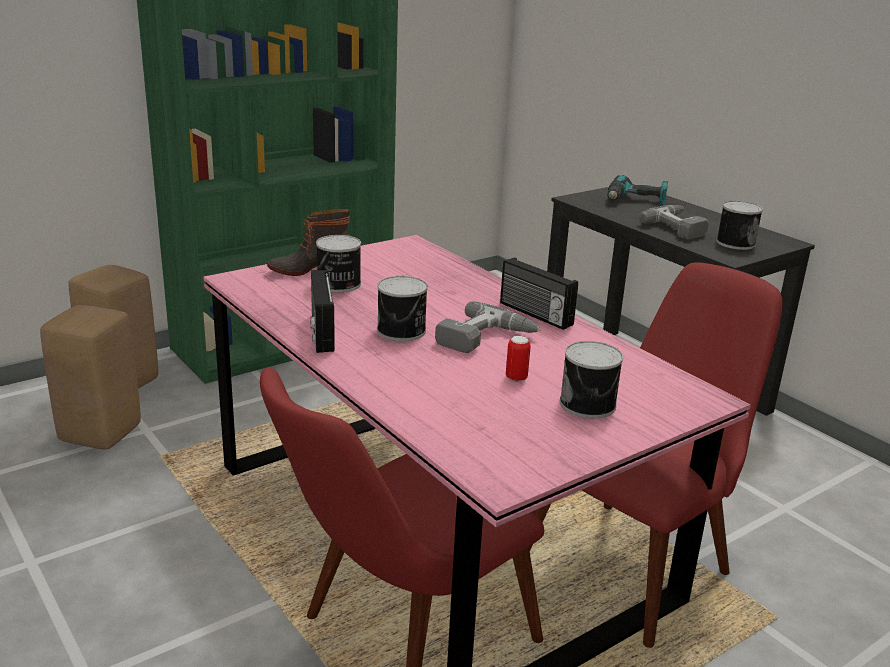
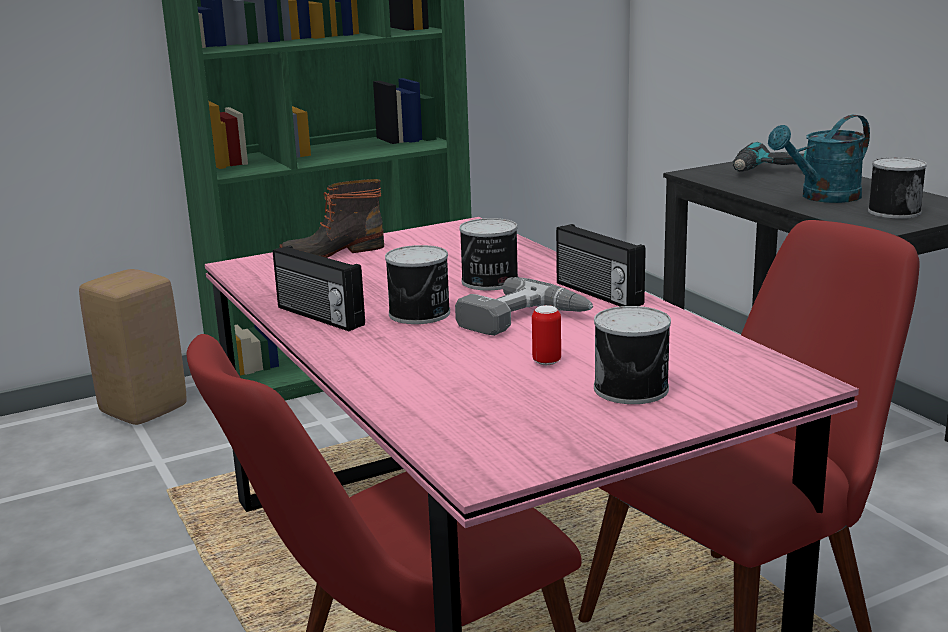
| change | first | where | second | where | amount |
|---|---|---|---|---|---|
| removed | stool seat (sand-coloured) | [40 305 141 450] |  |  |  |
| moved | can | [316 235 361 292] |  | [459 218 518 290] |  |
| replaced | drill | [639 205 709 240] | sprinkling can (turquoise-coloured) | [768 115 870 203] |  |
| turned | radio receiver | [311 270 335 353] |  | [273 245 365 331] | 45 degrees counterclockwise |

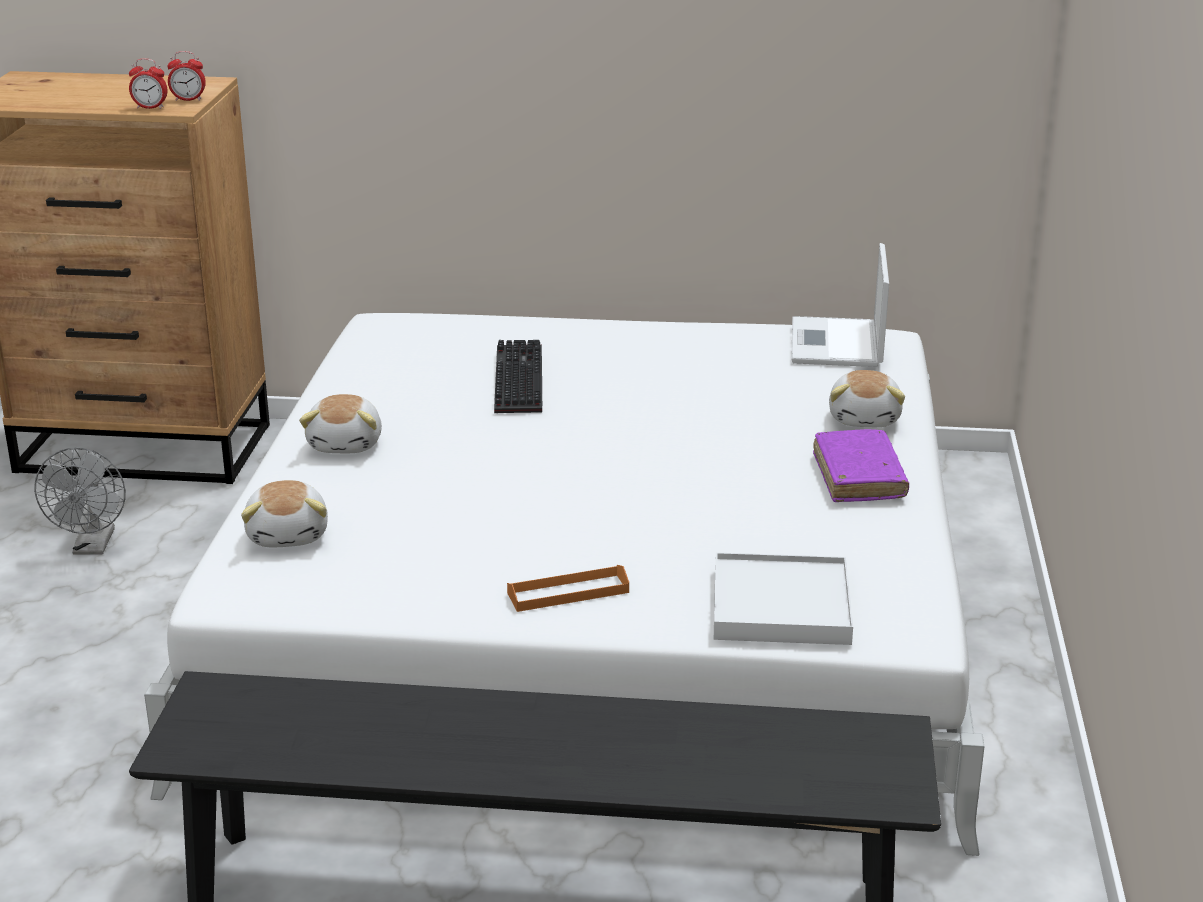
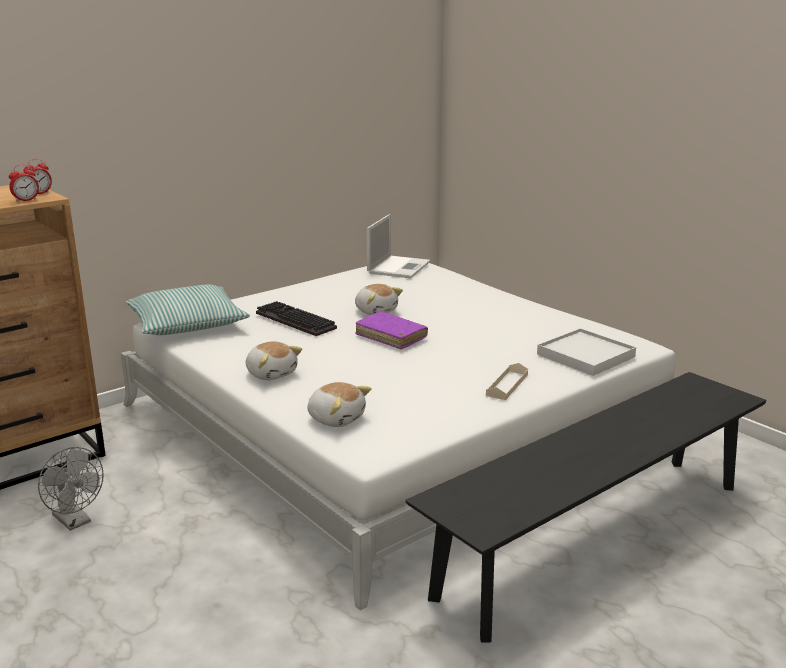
| change | first | where | second | where | amount |
|---|---|---|---|---|---|
| added |  |  | pillow | [126 285 250 335] |  |
| moved | book (purplish) | [813 429 909 502] |  | [355 312 428 349] |  |
| moved | plush toy | [829 370 905 427] |  | [355 284 403 315] |  |
| recoloured | carrying tray (orange-coloured) | [507 565 629 612] | carrying tray (sand-coloured) | [486 363 528 400] |  |
| turned | portable computer | [791 243 889 367] |  | [366 214 430 278] | 120 degrees counterclockwise |

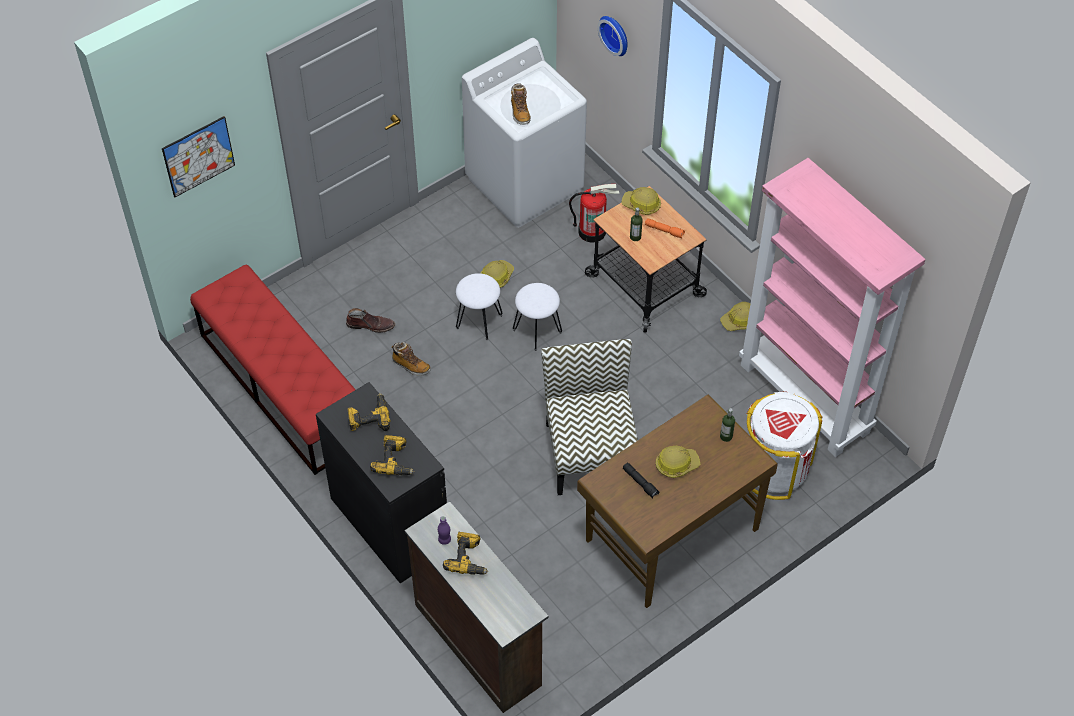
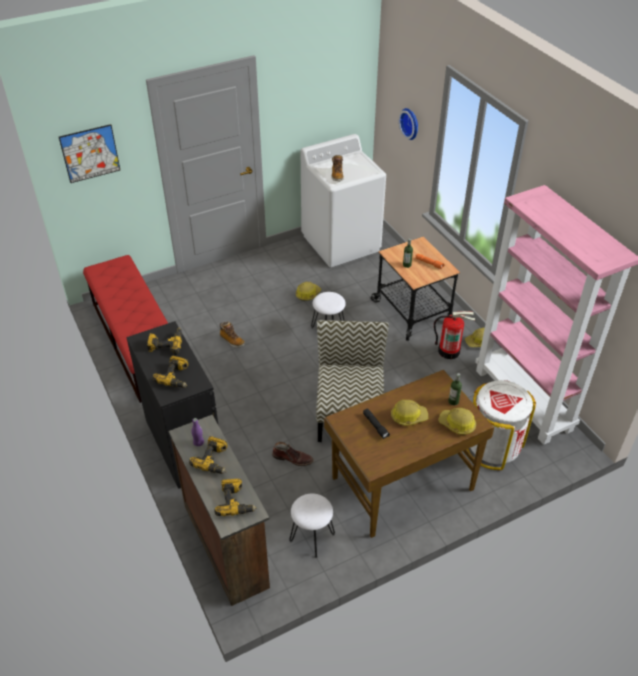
| change | first | where | second | where | amount |
|---|---|---|---|---|---|
| added |  |  | drill | [214 479 257 516] |  |
| moved | high-top boot (brownish) | [346 308 395 333] |  | [272 442 314 466] |  |
| moved | stool seat (white) | [456 273 503 340] |  | [289 494 335 558] |  |
| moved | extinguisher | [569 184 619 243] |  | [434 311 475 359] |  |
| moved | hard hat | [622 187 661 215] |  | [438 408 476 435] |  |

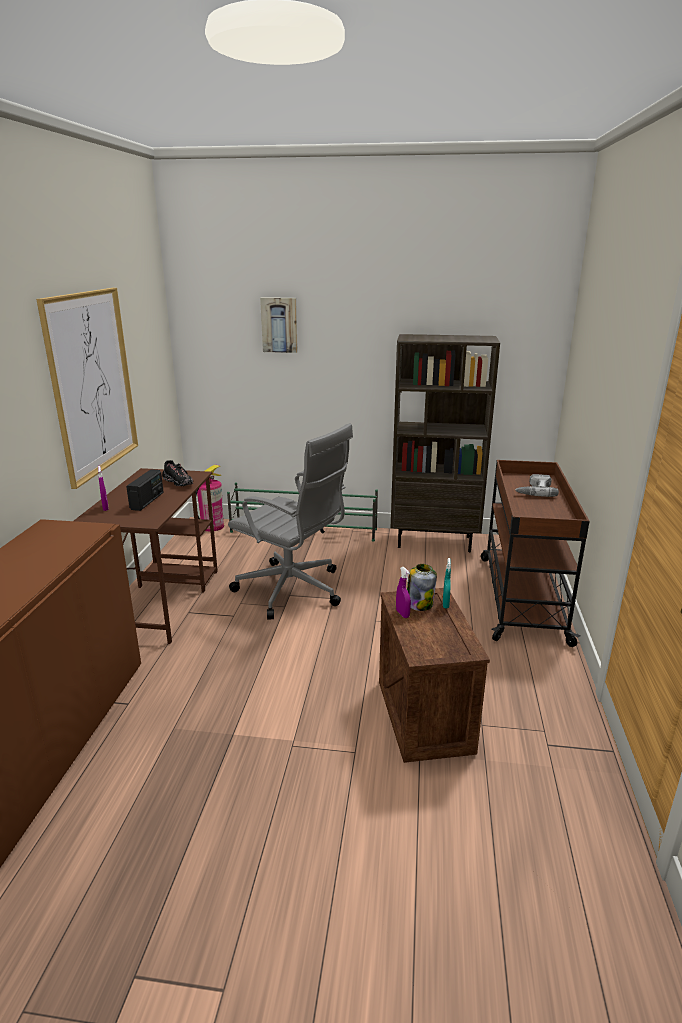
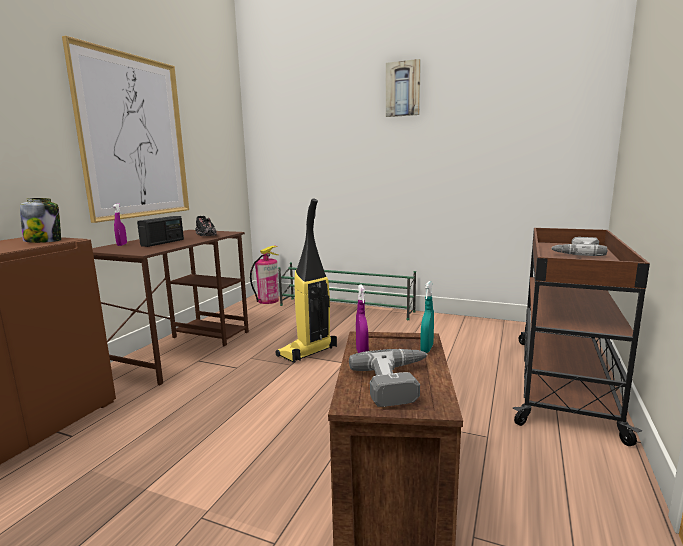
| change | first | where | second | where | amount |
|---|---|---|---|---|---|
| removed | bookshelf (brownish) | [391 334 500 552] |  |  |  |
| added |  |  | drill | [349 349 428 407] |  |
| moved | picture | [260 297 298 353] |  | [386 59 421 117] |  |
| moved | preserve jar | [407 564 437 611] |  | [20 198 61 243] |  |
| replaced | computer chair (gray) | [228 423 353 619] | vacuum cleaner | [275 199 337 363] |  |

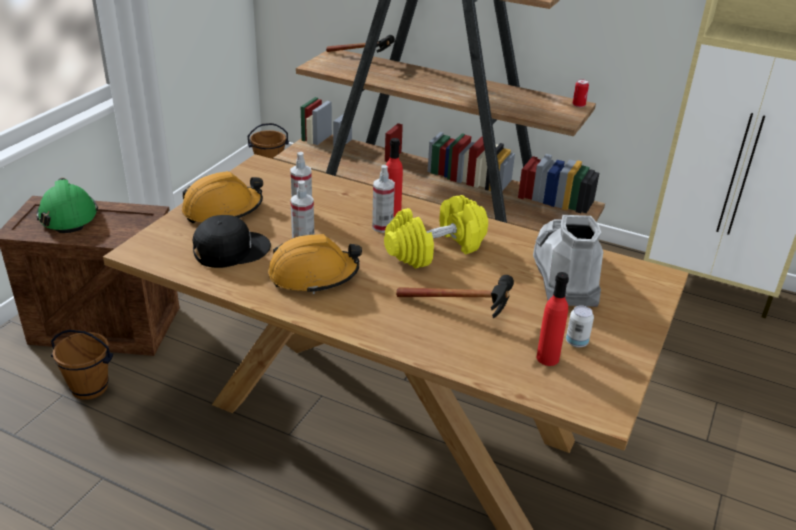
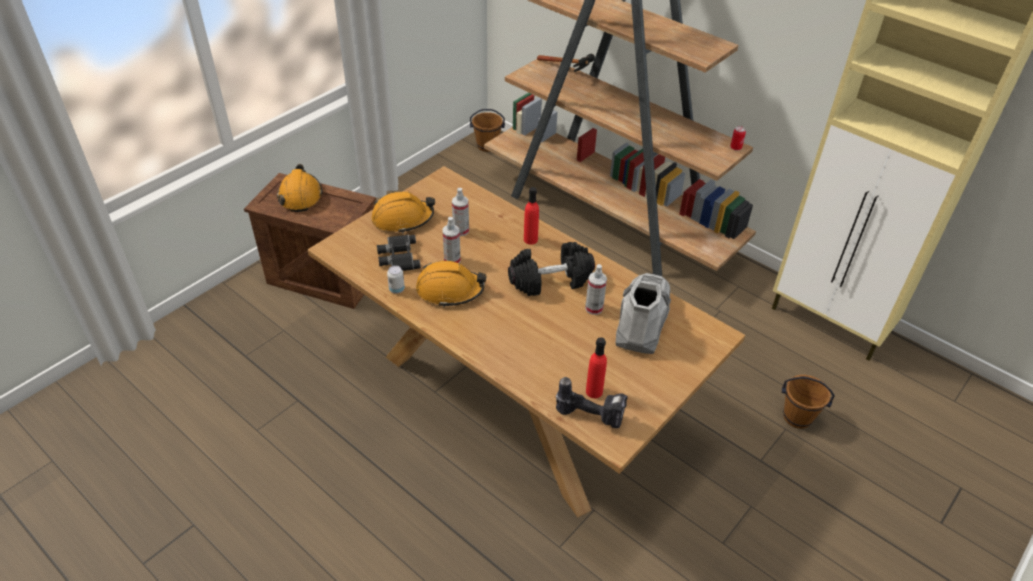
| change | first | where | second | where | amount |
|---|---|---|---|---|---|
| removed | tool hammer | [396 275 514 318] |  |  |  |
| added |  |  | drill | [556 377 628 428] |  |
| moved | pail (brownish) | [51 329 113 400] |  | [782 375 835 429] |  |
| moved | spray bottle | [372 165 395 233] |  | [585 264 607 315] |  |
| moved | can | [566 305 594 348] |  | [387 265 405 294] |  |
| replaced | peaked cap (blackish) | [192 215 271 268] | binoculars (blackish) | [377 235 421 271] |  |
| recoloured | hard hat (green-coloured) | [36 178 98 233] | hard hat (orange-coloured) | [277 164 323 212] |  |
| recoloured | dumbbell (yellow-coloured) | [384 195 488 269] | dumbbell (blackish) | [508 242 595 296] |  |

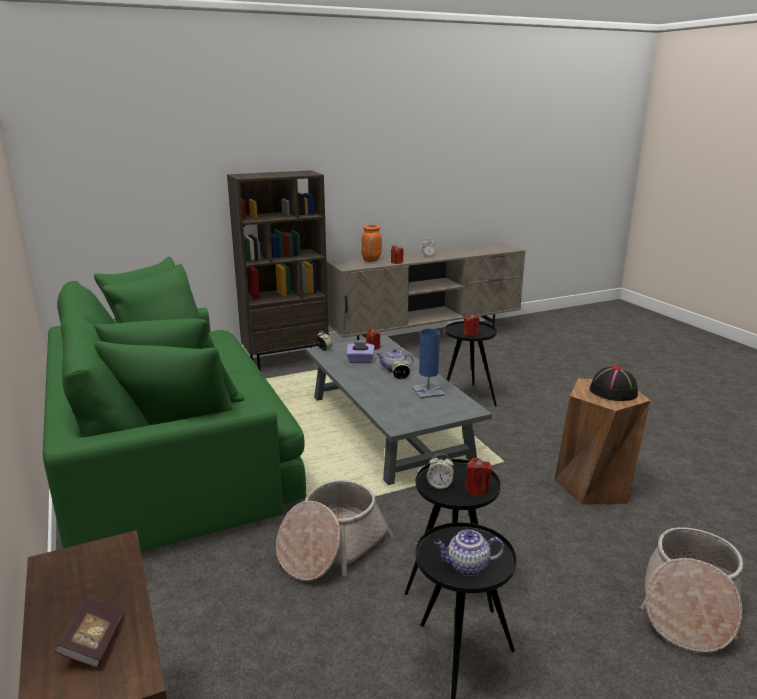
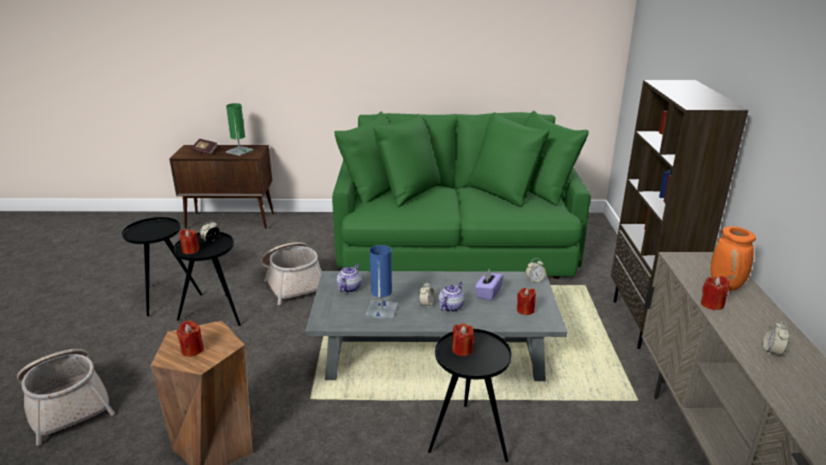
| change | first | where | second | where | amount |
|---|---|---|---|---|---|
| added |  |  | tabletop lamp (green-coloured) | [226 103 253 156] |  |
| moved | teapot | [434 530 504 576] |  | [337 264 362 292] |  |
| replaced | clothing hat (blackish) | [590 365 638 401] | wax light (red) | [176 320 204 357] |  |

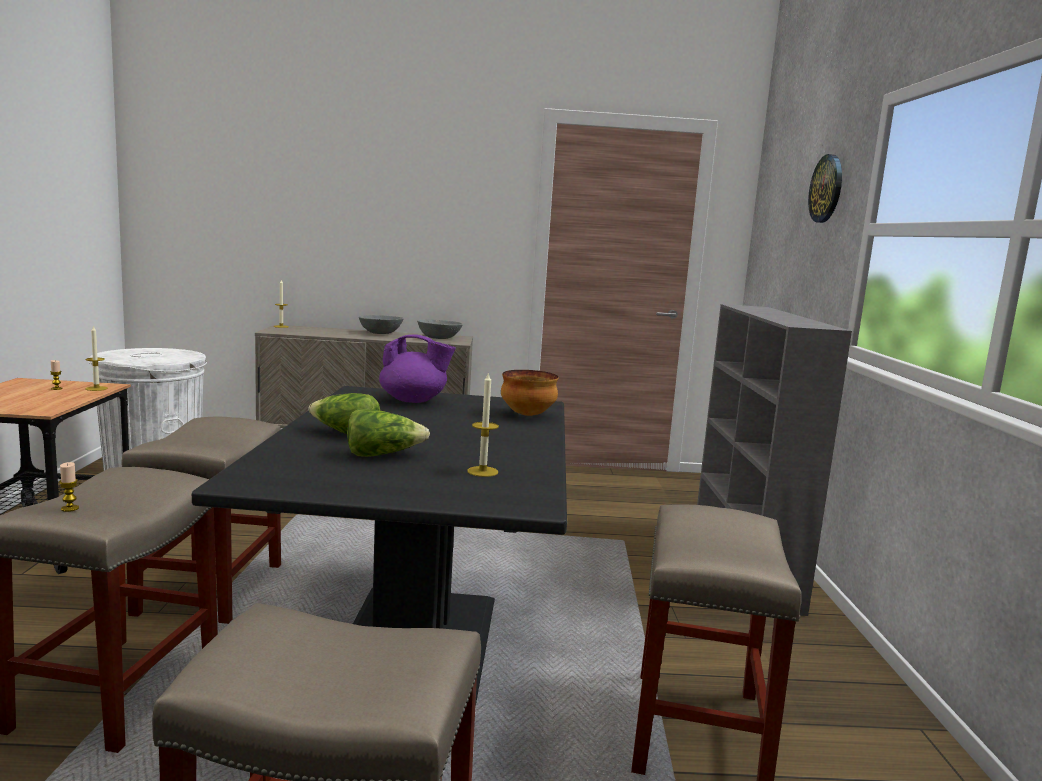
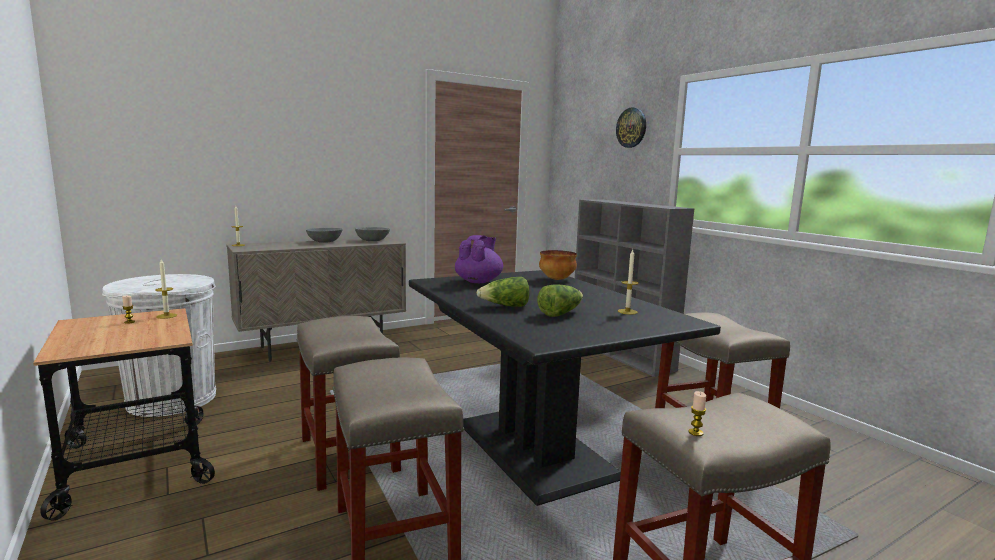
| change | first | where | second | where | amount |
|---|---|---|---|---|---|
| moved | wax light | [59 462 79 512] |  | [688 391 706 436] |  |
| turned | teapot (purplish) | [379 335 456 403] |  | [455 235 503 283] | 45 degrees counterclockwise |

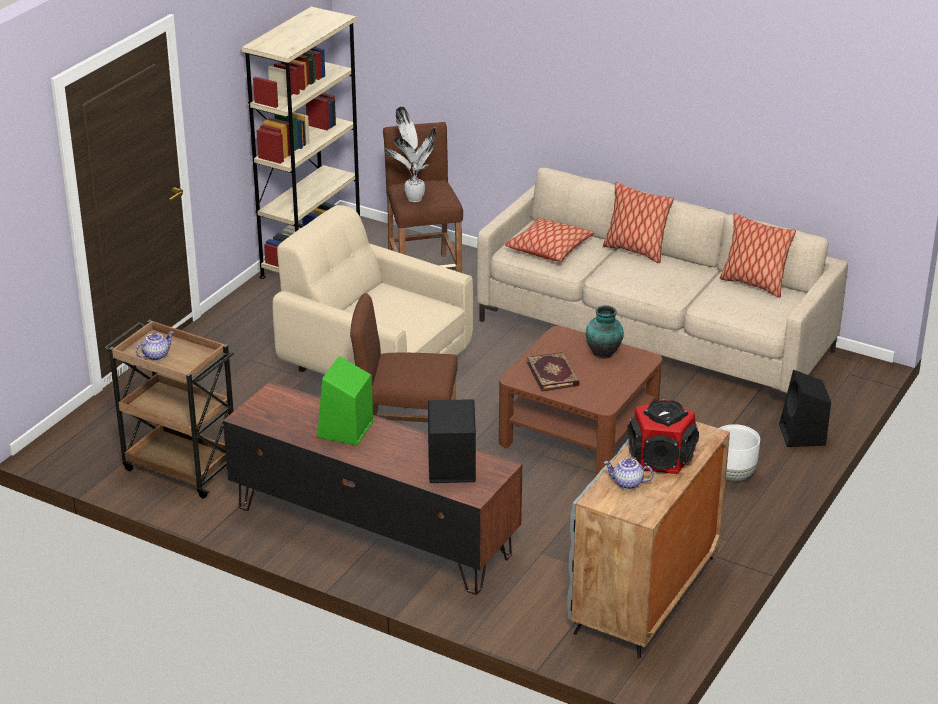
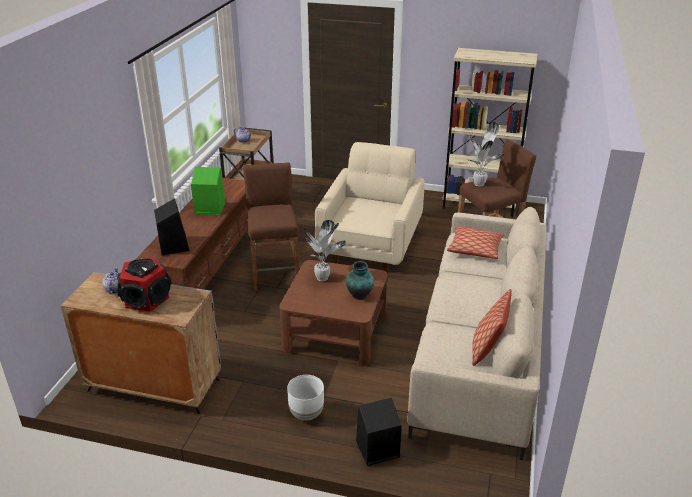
| change | first | where | second | where | amount |
|---|---|---|---|---|---|
| removed | pillow | [603 182 674 263] |  |  |  |
| replaced | book | [527 352 580 391] | potted plant | [302 220 346 281] |  |

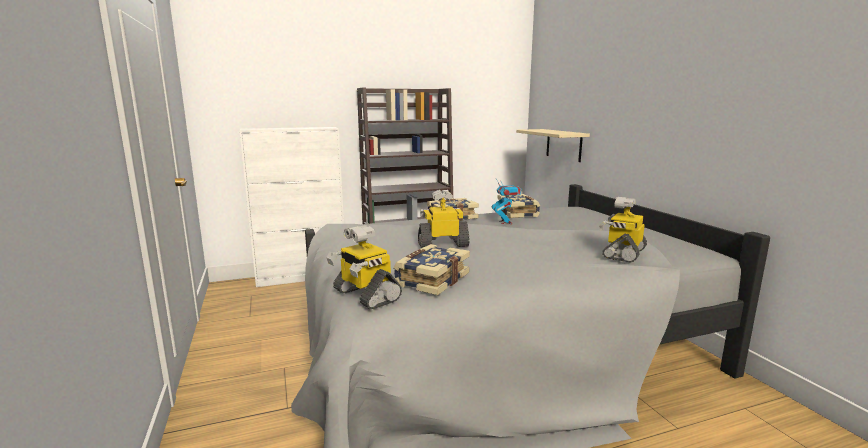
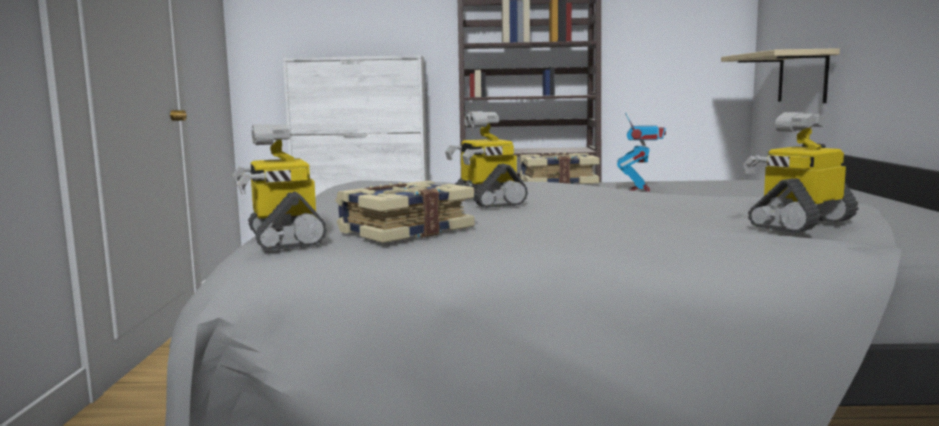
| change | first | where | second | where | amount |
|---|---|---|---|---|---|
| removed | book | [497 194 540 218] |  |  |  |
| turned | model robot | [418 190 470 248] |  | [445 111 528 208] | 120 degrees counterclockwise |

